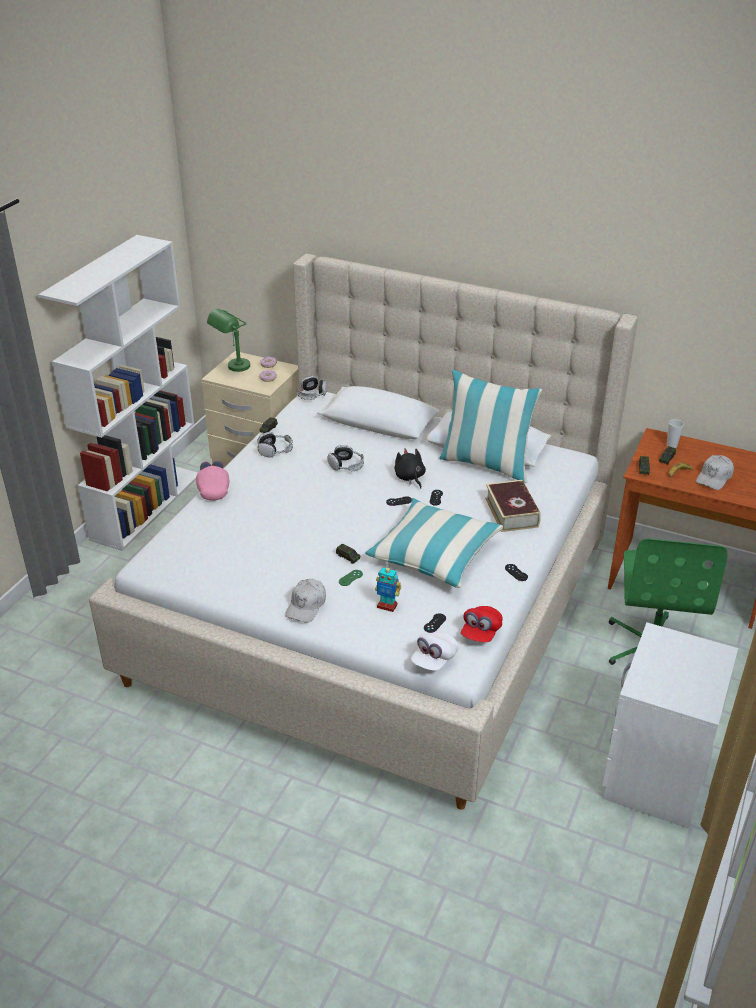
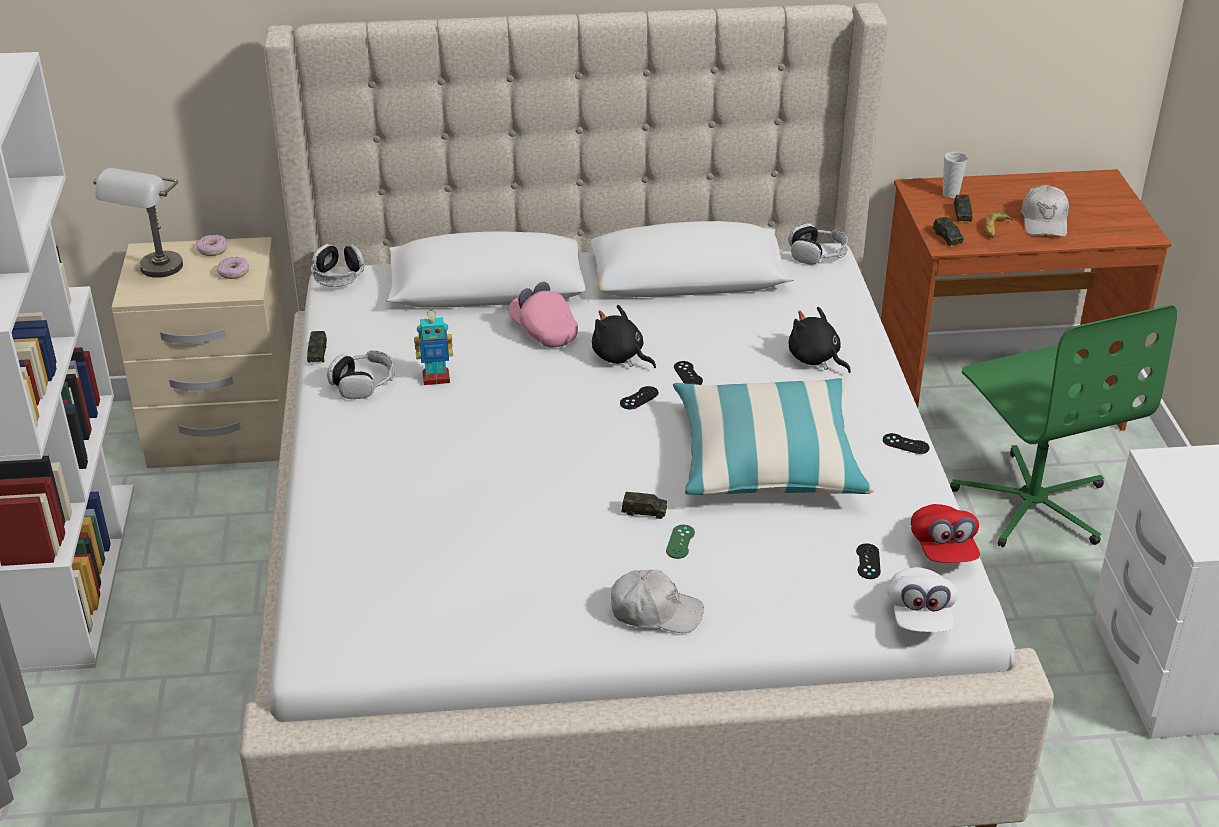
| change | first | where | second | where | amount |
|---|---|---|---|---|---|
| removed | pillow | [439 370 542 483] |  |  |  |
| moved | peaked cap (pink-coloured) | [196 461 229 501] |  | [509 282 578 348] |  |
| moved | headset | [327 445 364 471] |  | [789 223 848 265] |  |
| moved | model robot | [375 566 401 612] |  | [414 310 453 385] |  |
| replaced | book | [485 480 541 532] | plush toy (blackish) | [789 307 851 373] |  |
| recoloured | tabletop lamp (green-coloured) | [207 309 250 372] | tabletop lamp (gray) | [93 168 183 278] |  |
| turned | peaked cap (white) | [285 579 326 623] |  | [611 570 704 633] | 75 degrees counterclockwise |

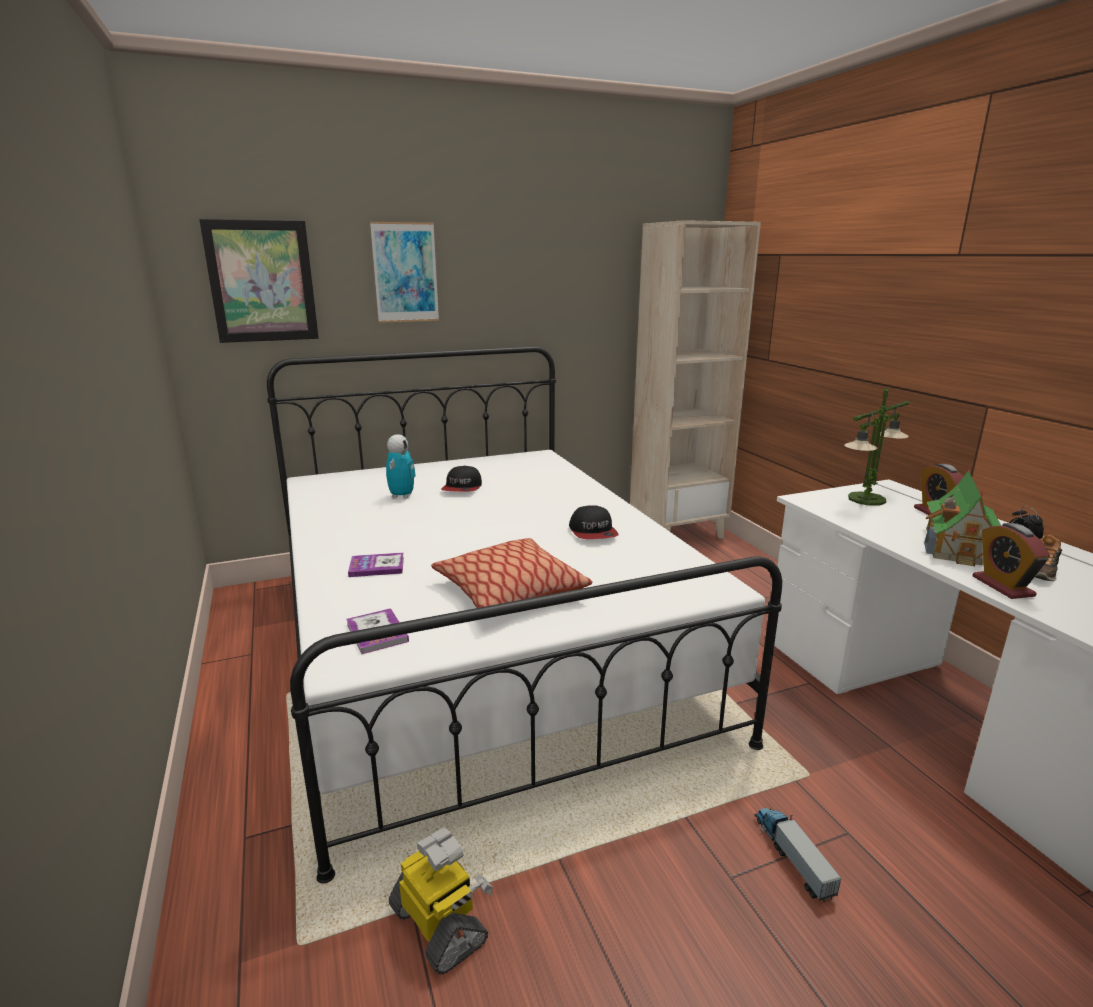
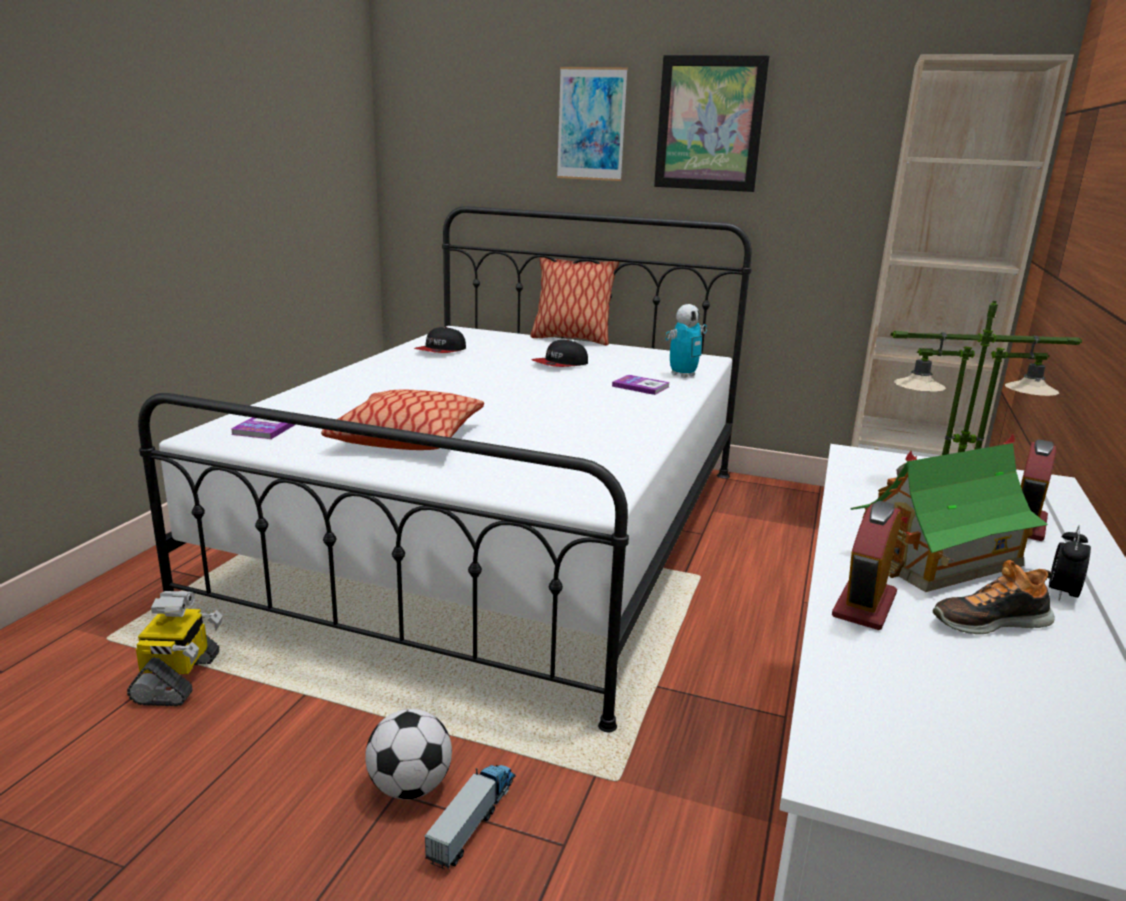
| change | first | where | second | where | amount |
|---|---|---|---|---|---|
| added |  |  | football ball | [365 709 452 799] |  |
| added |  |  | pillow | [530 257 619 346] |  |
| moved | picture | [199 219 319 343] |  | [654 55 770 192] |  |
| moved | book | [348 553 404 577] |  | [612 375 670 395] |  |
| moved | model robot | [386 434 416 499] |  | [665 304 707 378] |  |
| moved | peaked cap | [569 505 619 539] |  | [414 327 466 353] |  |

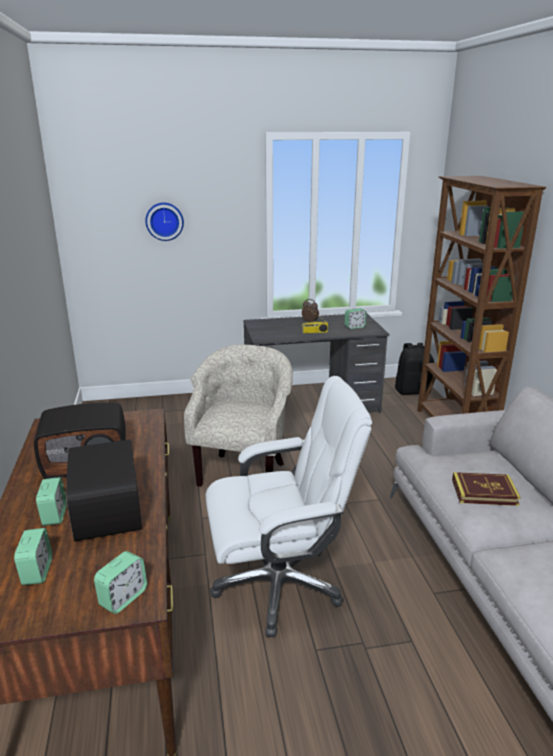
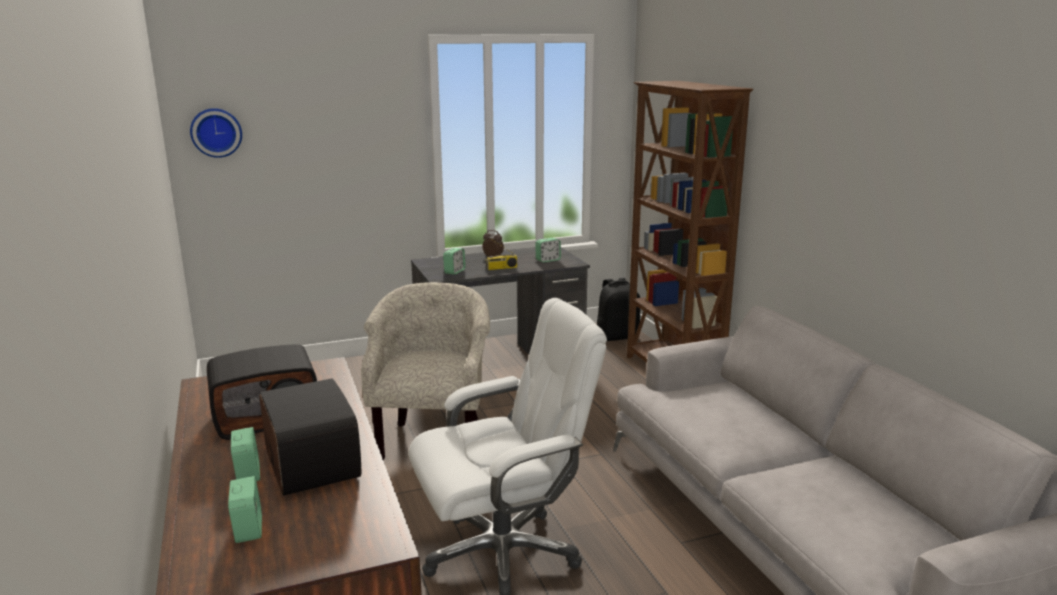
| change | first | where | second | where | amount |
|---|---|---|---|---|---|
| removed | book | [452 472 521 506] |  |  |  |
| moved | alarm clock | [94 551 147 614] |  | [443 248 466 275] |  |
| moved | clock on the wall | [145 203 184 241] |  | [190 108 242 158] |  |

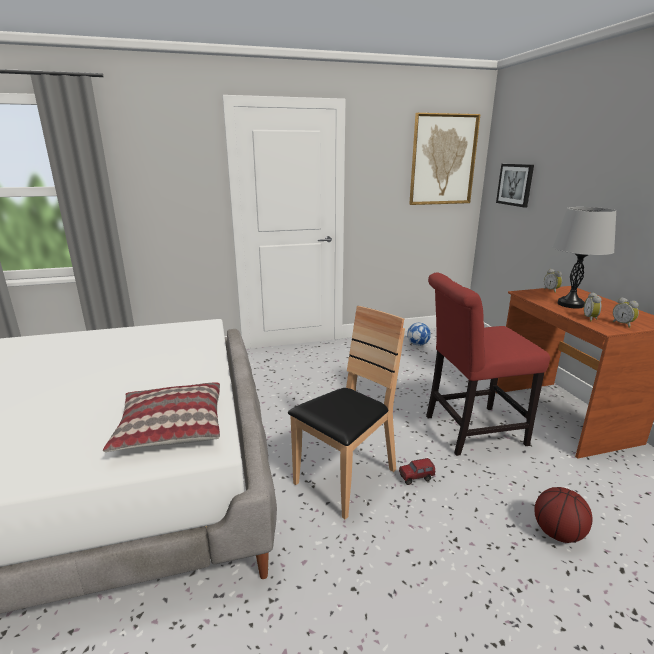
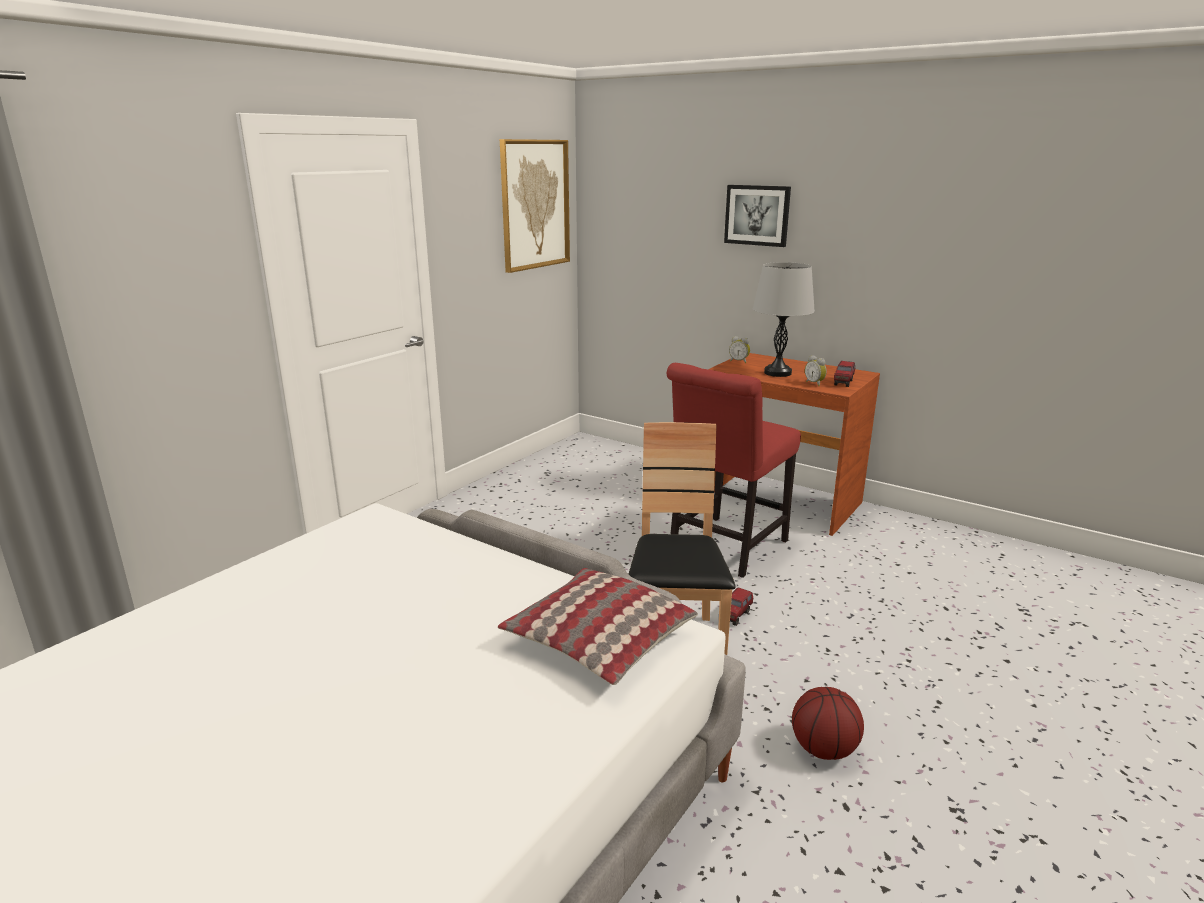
| change | first | where | second | where | amount |
|---|---|---|---|---|---|
| removed | football ball | [407 323 431 346] |  |  |  |
| moved | picture | [496 164 534 207] |  | [724 185 791 247] |  |
| moved | ball for basketball | [534 487 593 543] |  | [792 687 864 760] |  |
| replaced | alarm clock | [612 297 639 328] | model truck | [834 361 855 387] |  |

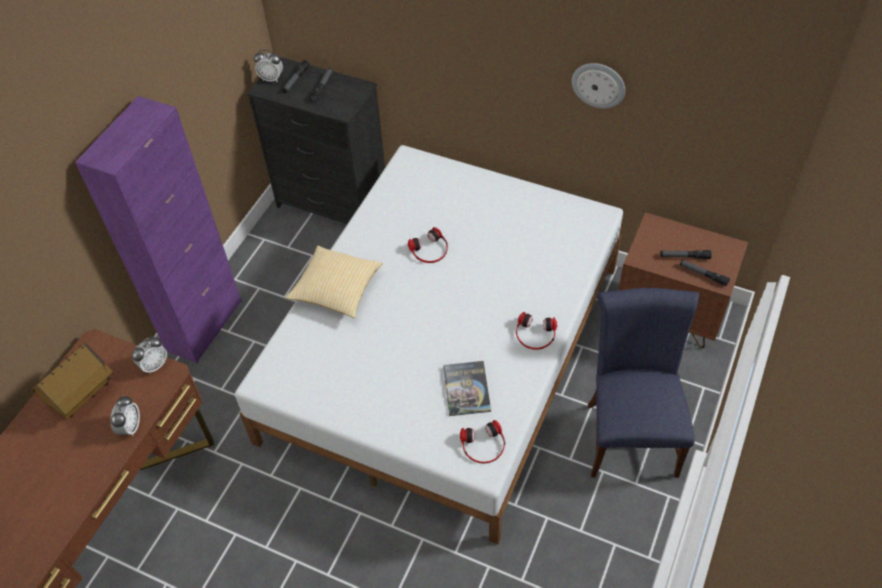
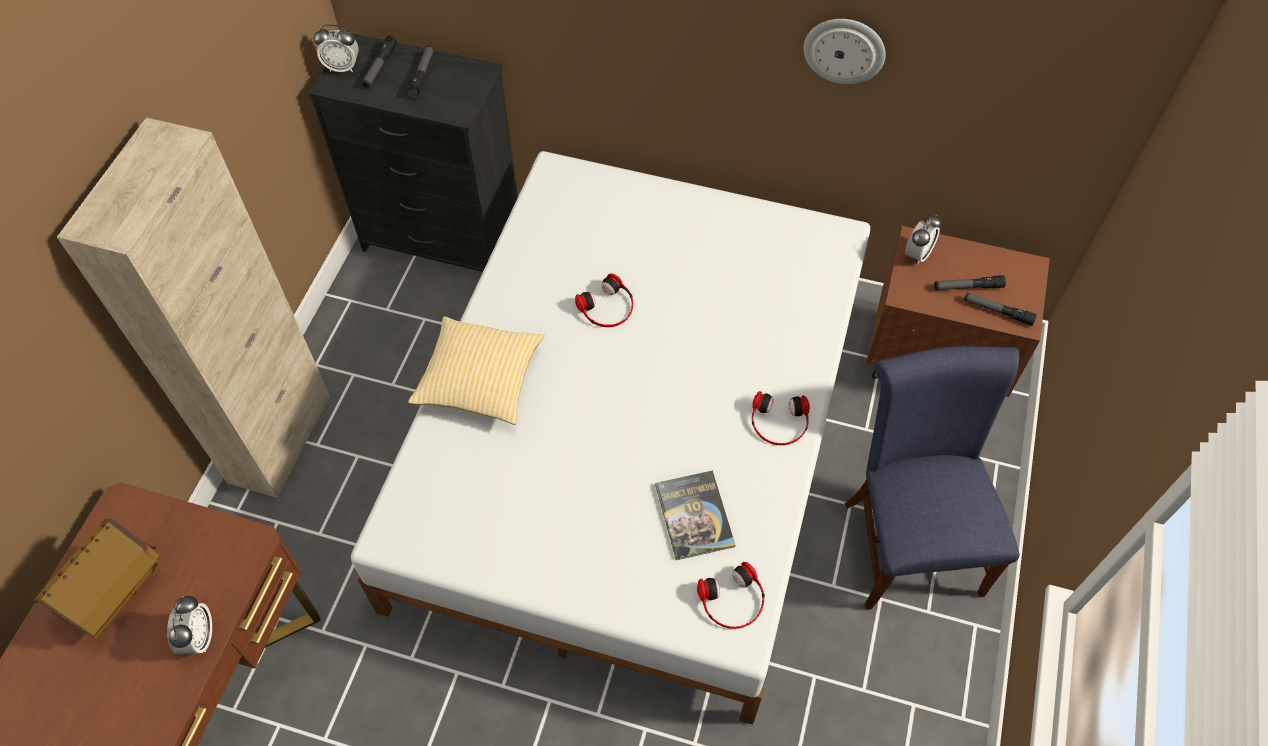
| change | first | where | second | where | amount |
|---|---|---|---|---|---|
| moved | alarm clock | [132 337 167 374] |  | [905 215 942 265] |  |
| recoloured | cabinet (purplish) | [75 96 242 363] | cabinet (sand-coloured) | [57 117 331 498] |  |

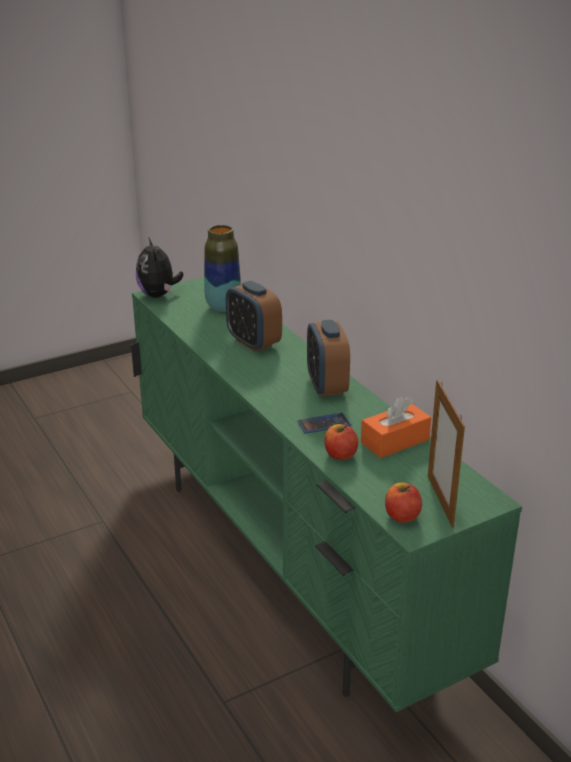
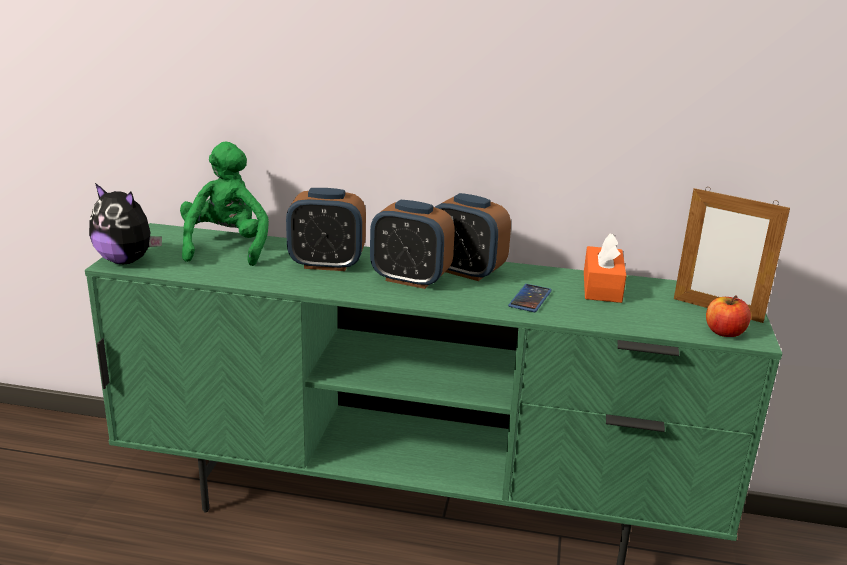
| change | first | where | second | where | amount |
|---|---|---|---|---|---|
| removed | apple fruit | [324 424 358 460] |  |  |  |
| added |  |  | alarm clock | [370 200 455 289] |  |
| replaced | flower vase | [204 225 241 312] | plush toy (green-coloured) | [180 142 269 266] |  |

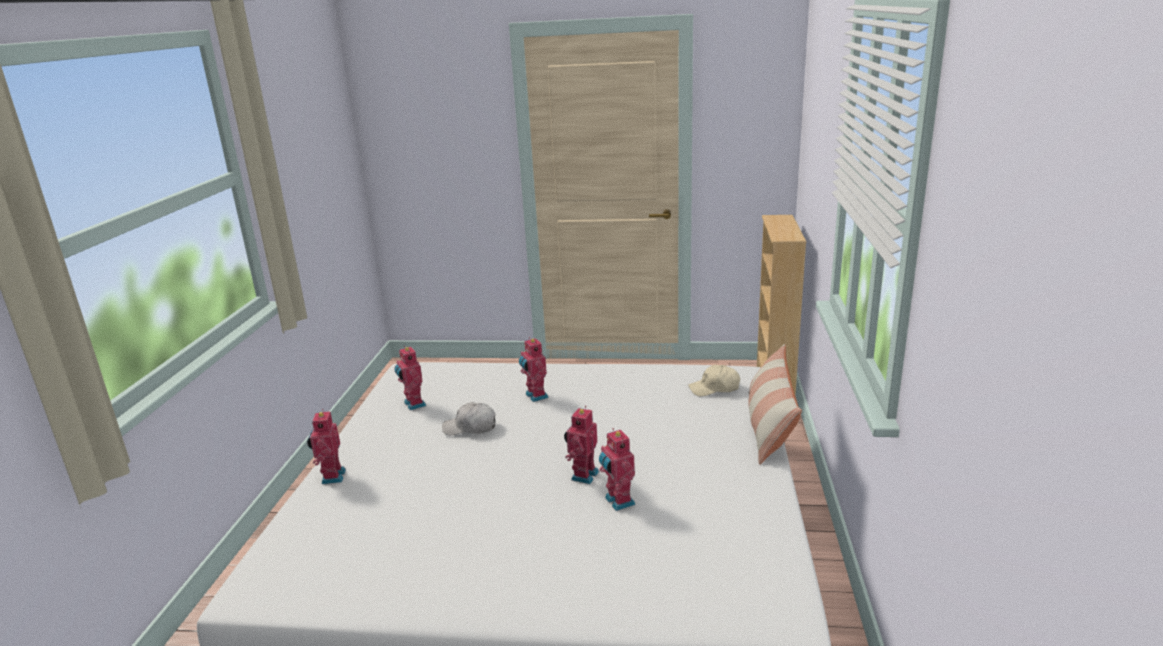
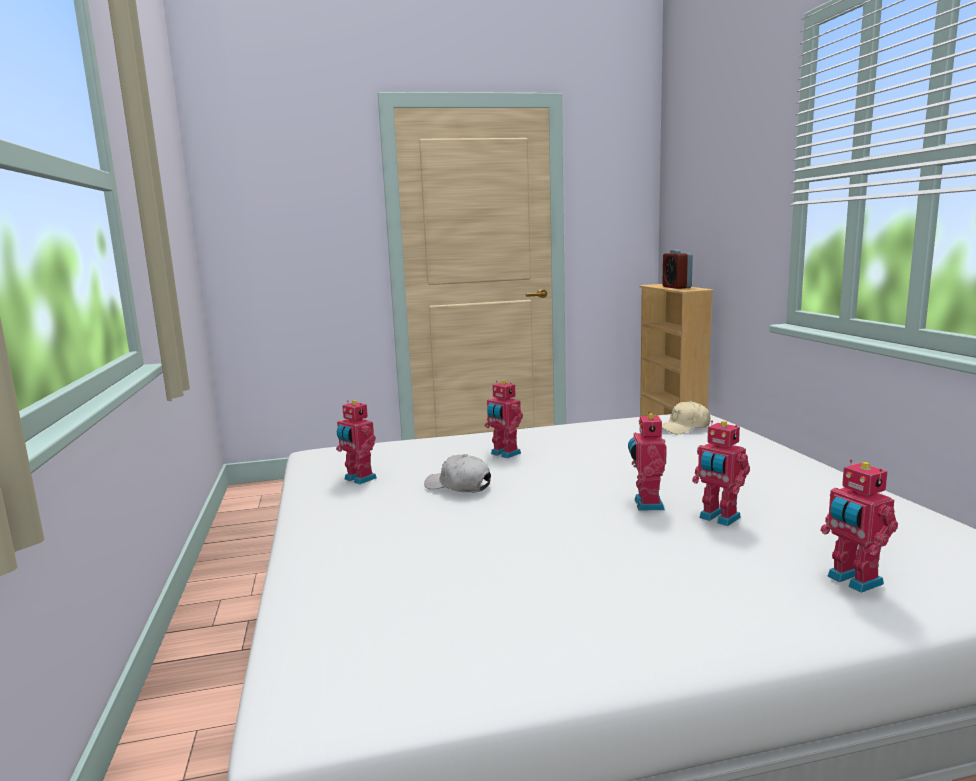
| change | first | where | second | where | amount |
|---|---|---|---|---|---|
| removed | pillow | [748 344 802 465] |  |  |  |
| added |  |  | alarm clock | [662 249 693 289] |  |
| moved | model robot | [307 409 346 484] |  | [821 460 898 593] |  |
| turned | peaked cap (white) | [442 402 495 435] |  | [424 454 491 492] | 45 degrees clockwise |

